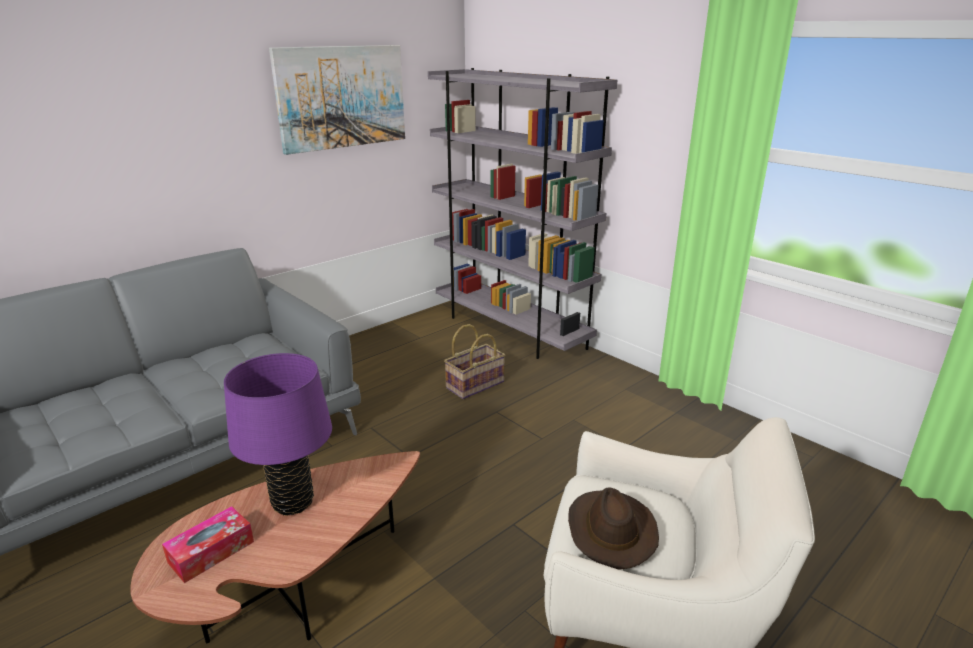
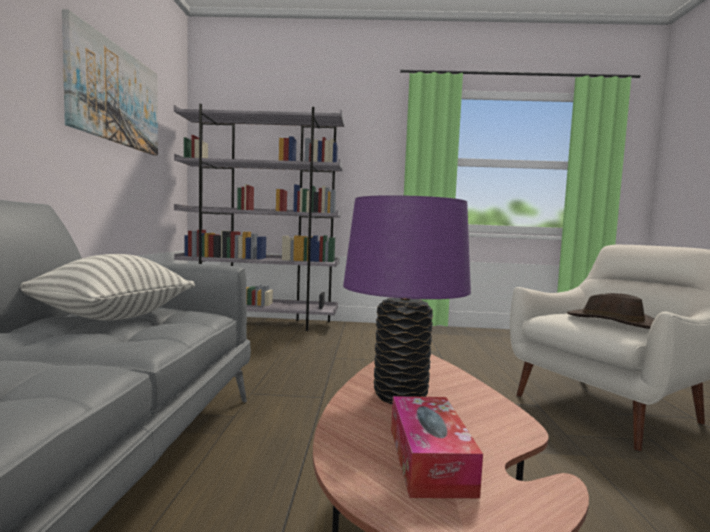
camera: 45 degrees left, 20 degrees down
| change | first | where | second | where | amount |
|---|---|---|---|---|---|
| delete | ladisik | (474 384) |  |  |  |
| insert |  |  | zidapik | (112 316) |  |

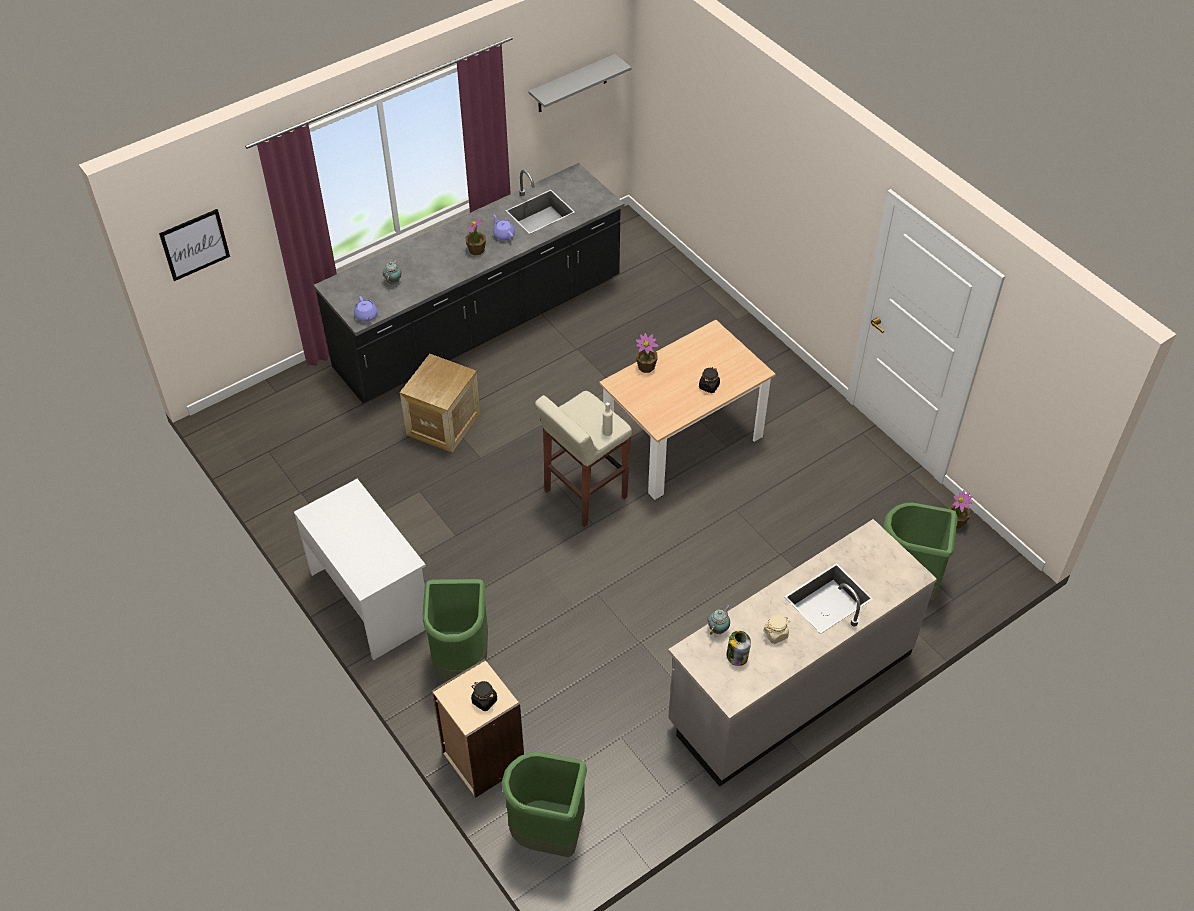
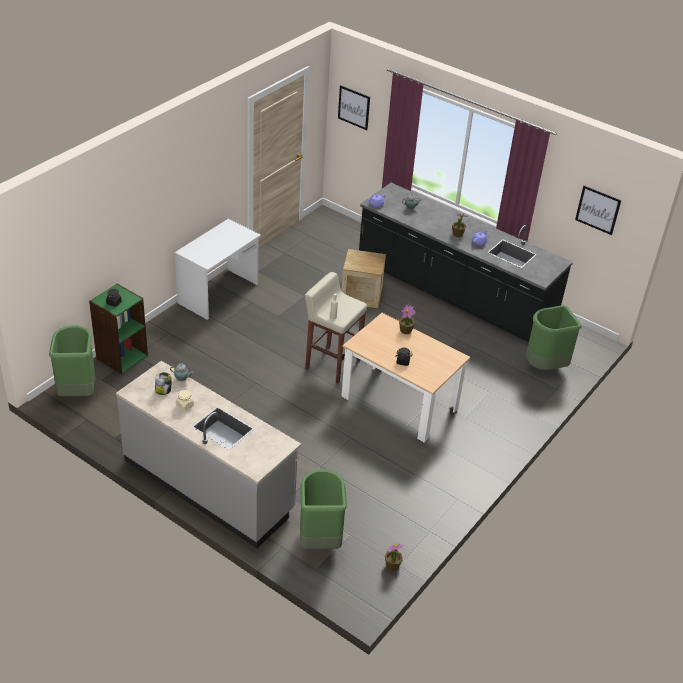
camera: 70 degrees right, 10 degrees down
| change | first | where | second | where | amount |
|---|---|---|---|---|---|
| replace | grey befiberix | (572 84) | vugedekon | (598 210) |  |
| move | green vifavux | (461 662) |  | (545 366) |  |
| recolor | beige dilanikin | (482 759) | green dilanikin | (121 356) |  |

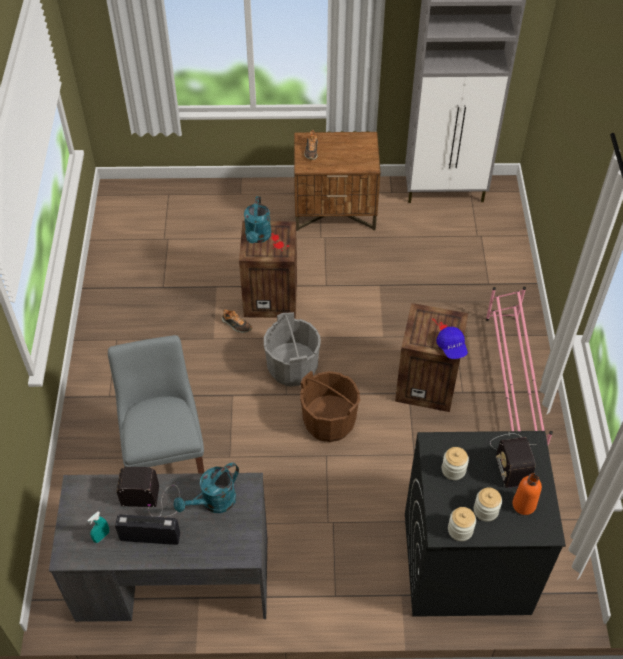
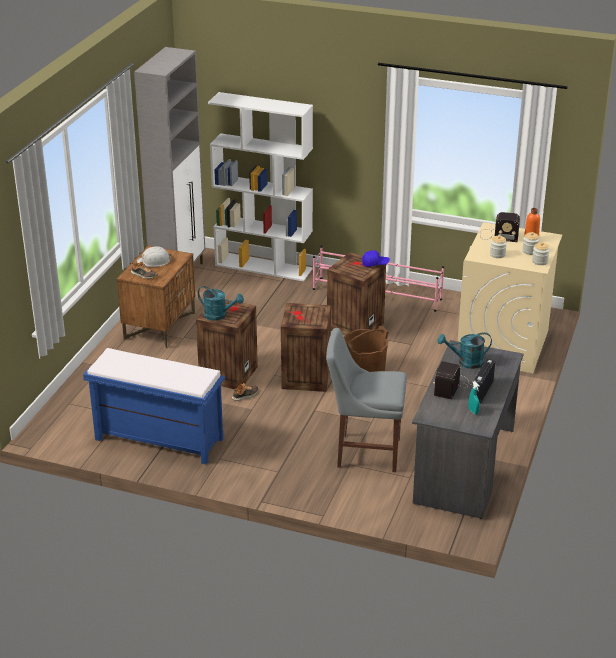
camera: 70 degrees left, 20 degrees down
| change | first | where | second | where | amount |
|---|---|---|---|---|---|
| replace | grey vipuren | (292 367) | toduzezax | (305 378) |  |
| recolor | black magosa | (465 563) | beige magosa | (503 345) |  |
| rotate | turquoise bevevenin | (213 502) |  | (465 362) | 105 degrees clockwise |
| insert |  |  | white dilanikin | (264 267) |  |
| insert |  |  | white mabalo | (154 261) |  |
| insert |  |  | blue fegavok | (157 439) |  |

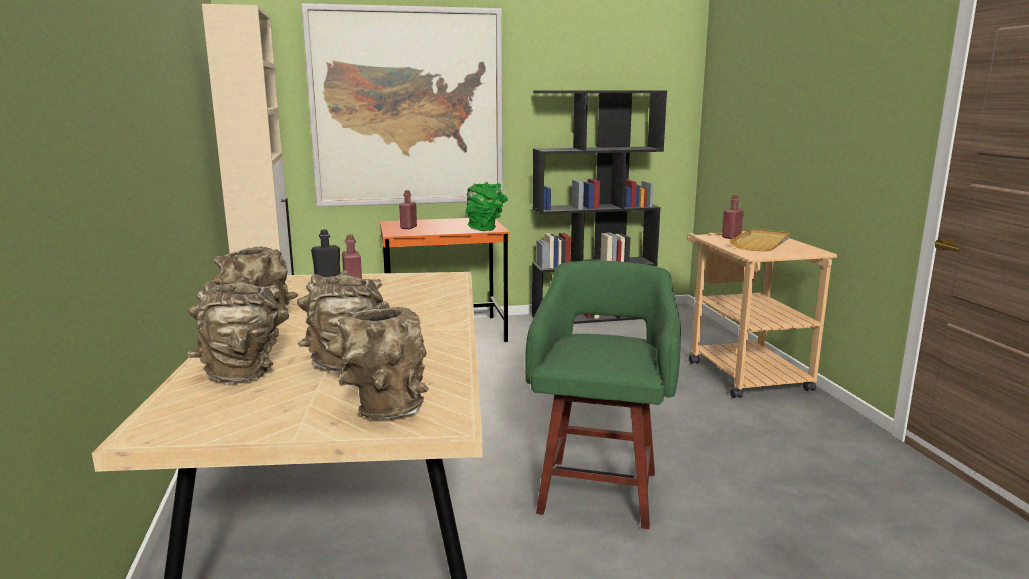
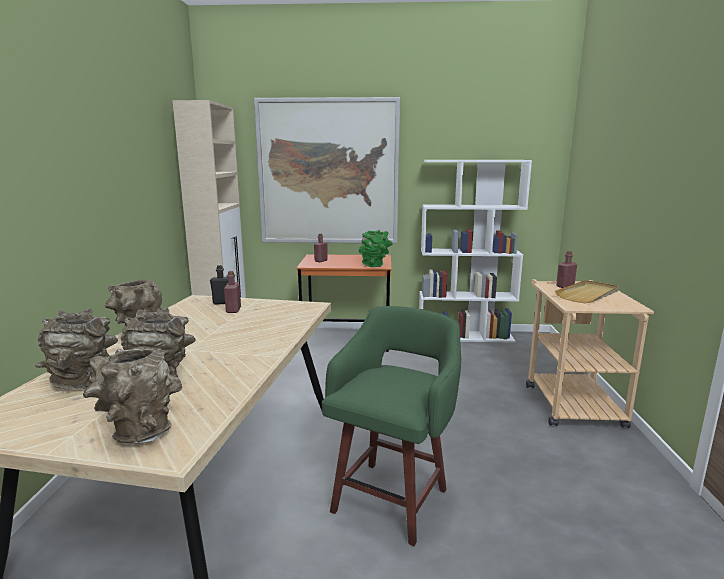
camera: 15 degrees right, 0 degrees up
| change | first | where | second | where | amount |
|---|---|---|---|---|---|
| recolor | black dilanikin | (593 316) | white dilanikin | (465 336) |  |

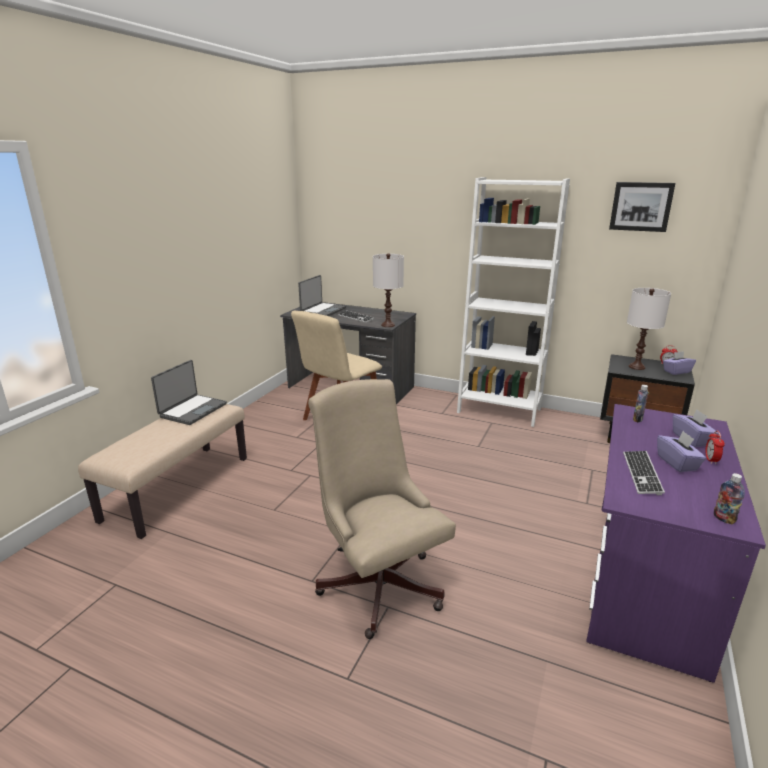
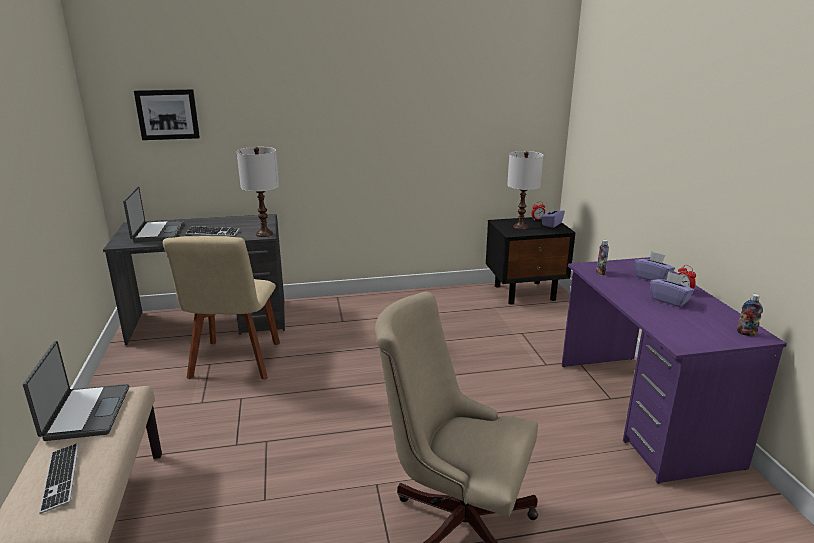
camera: 35 degrees left, 0 degrees up
| change | first | where | second | where | amount |
|---|---|---|---|---|---|
| delete | white dilanikin | (499 410) |  |  |  |
| move | vugedekon | (641 206) |  | (167 114) |  |
| move | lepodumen | (641 473) |  | (61 478) |  |

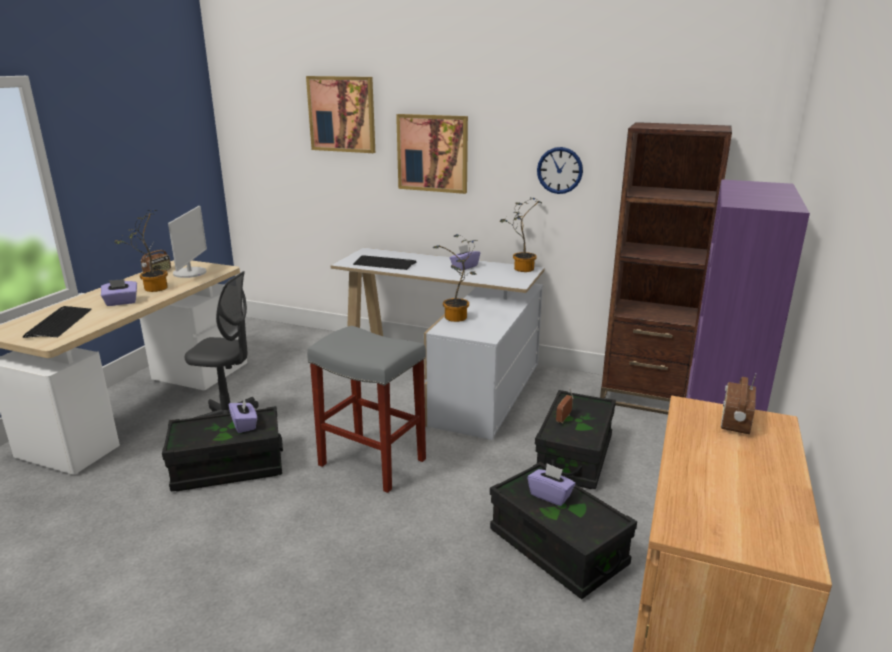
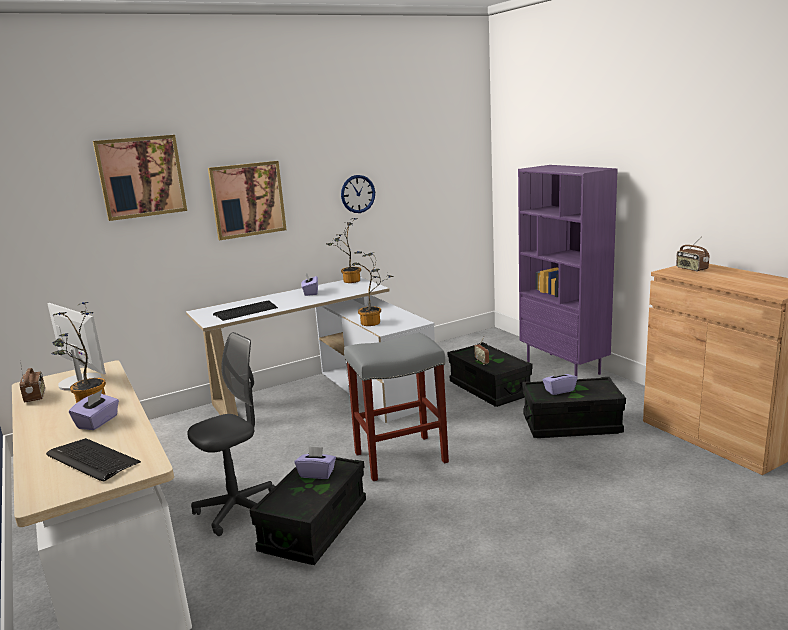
camera: 50 degrees left, 5 degrees down
| change | first | where | second | where | amount |
|---|---|---|---|---|---|
| delete | brown dilanikin | (644 397) |  |  |  |

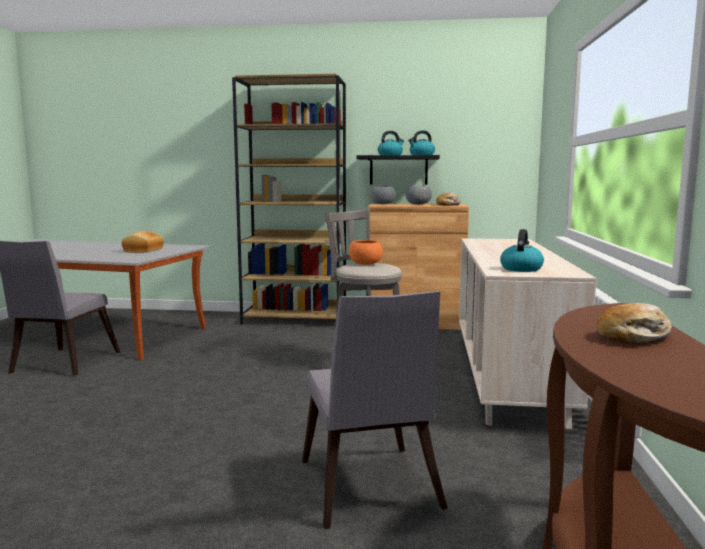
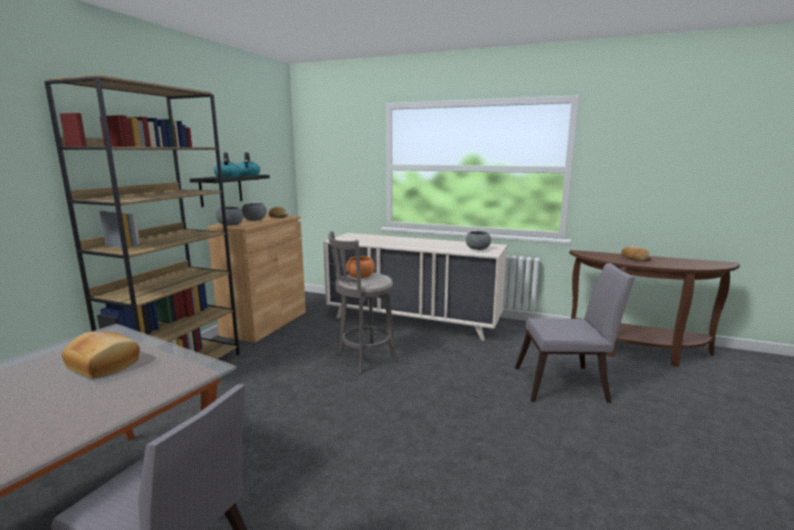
camera: 75 degrees left, 5 degrees up
| change | first | where | second | where | amount |
|---|---|---|---|---|---|
| replace | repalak | (521 269) | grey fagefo | (477 249) |  |

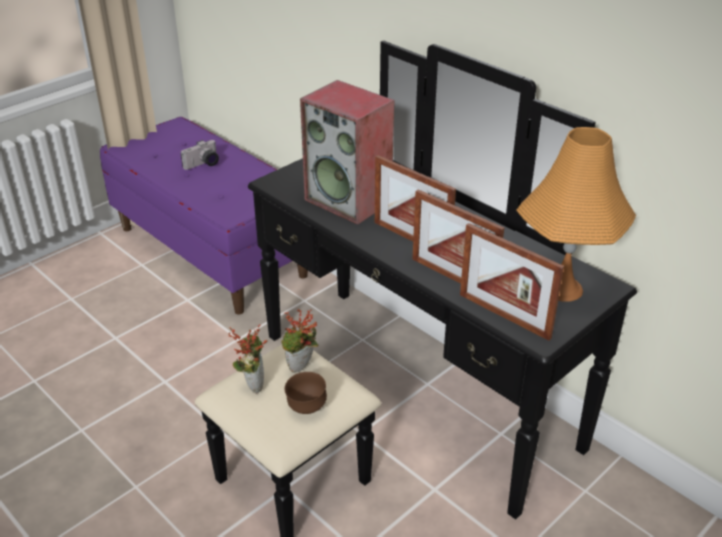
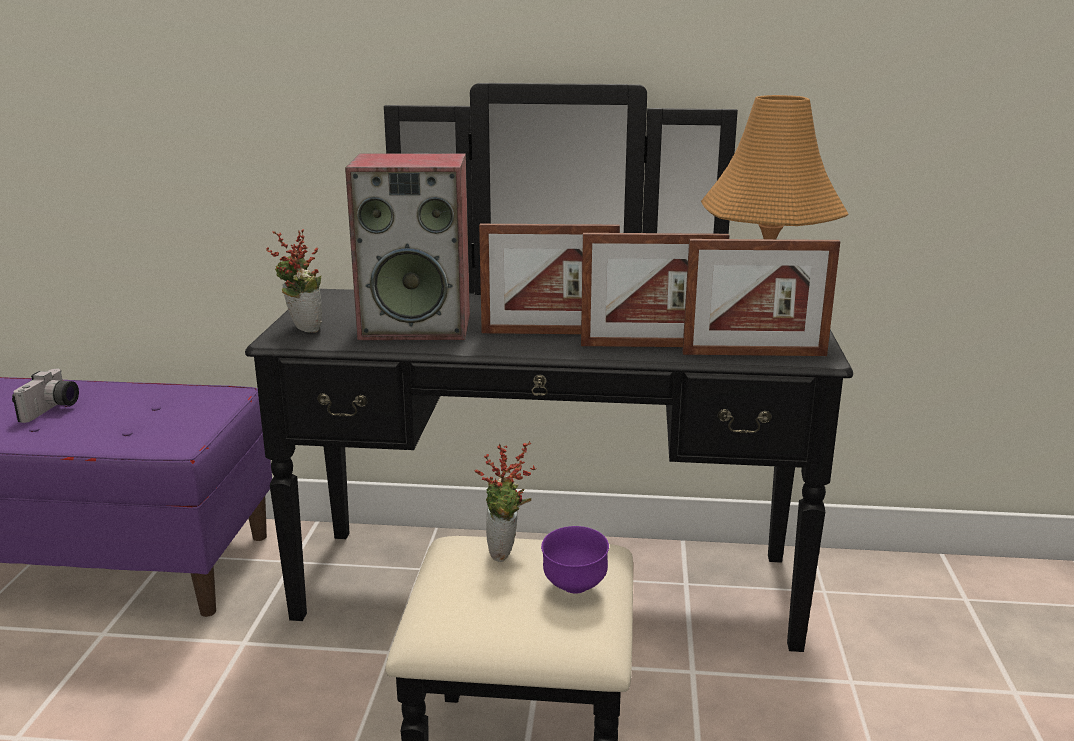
camera: 40 degrees left, 15 degrees down
| change | first | where | second | where | amount |
|---|---|---|---|---|---|
| move | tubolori | (252 384) |  | (301 329) |  |
| recolor | brown fagefo | (306 408) | purple fagefo | (574 588) |  |

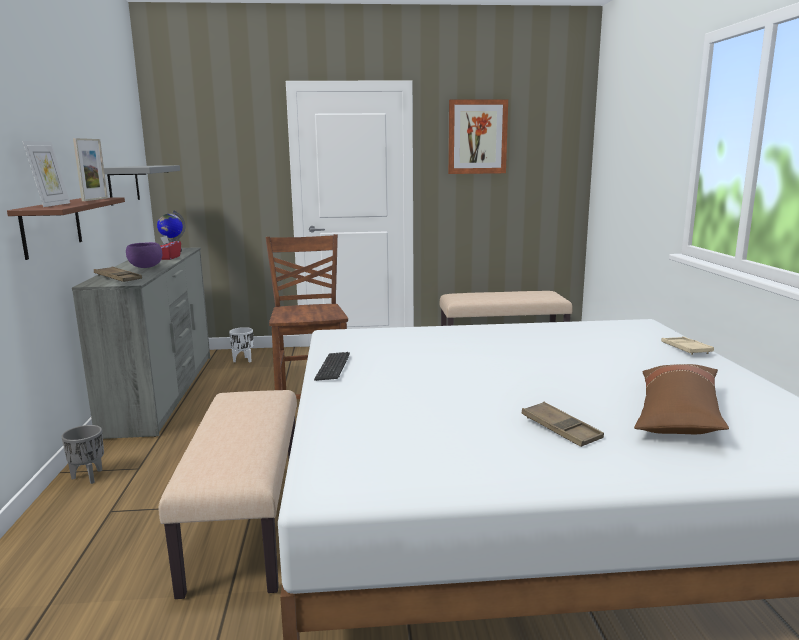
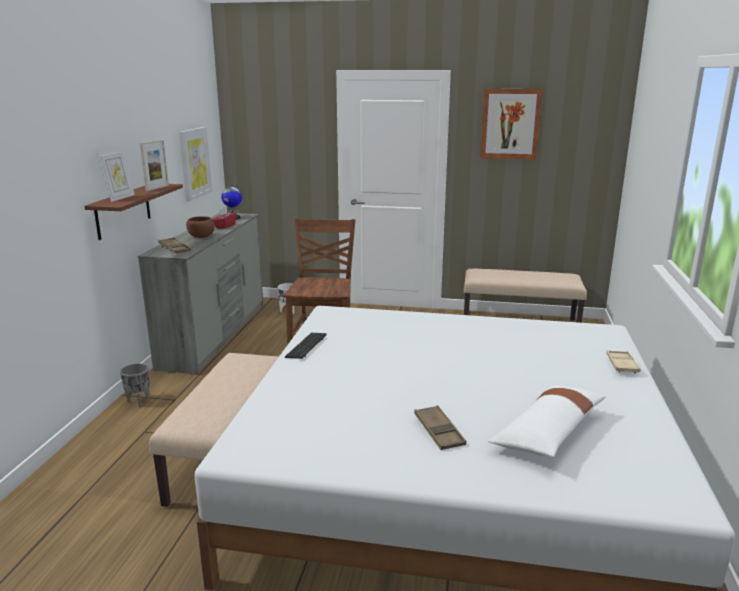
camera: 15 degrees right, 5 degrees up
| change | first | where | second | where | amount |
|---|---|---|---|---|---|
| replace | grey befiberix | (123 184) | vugedekon | (195 163) |  |
| recolor | purple fagefo | (145 267) | brown fagefo | (201 237) |  |
| recolor | brown zidapik | (677 414) | white zidapik | (548 432) |  |

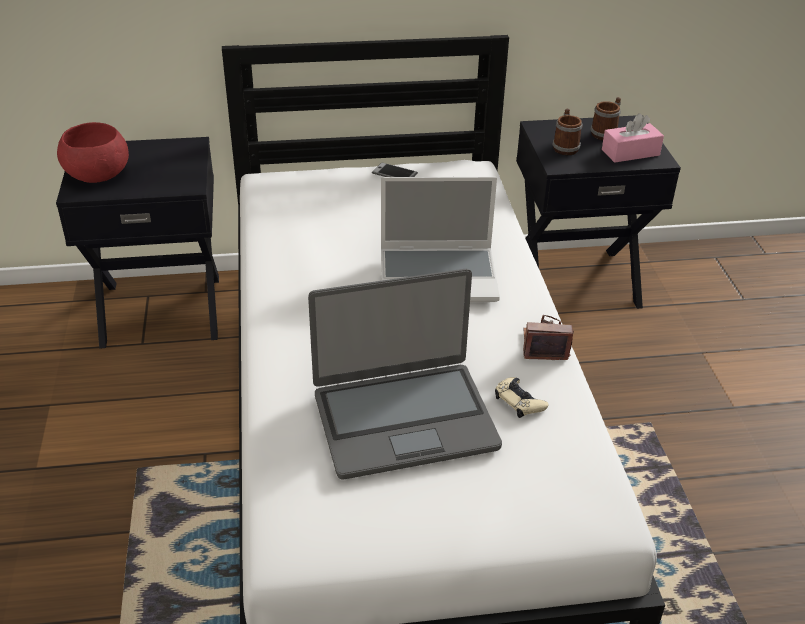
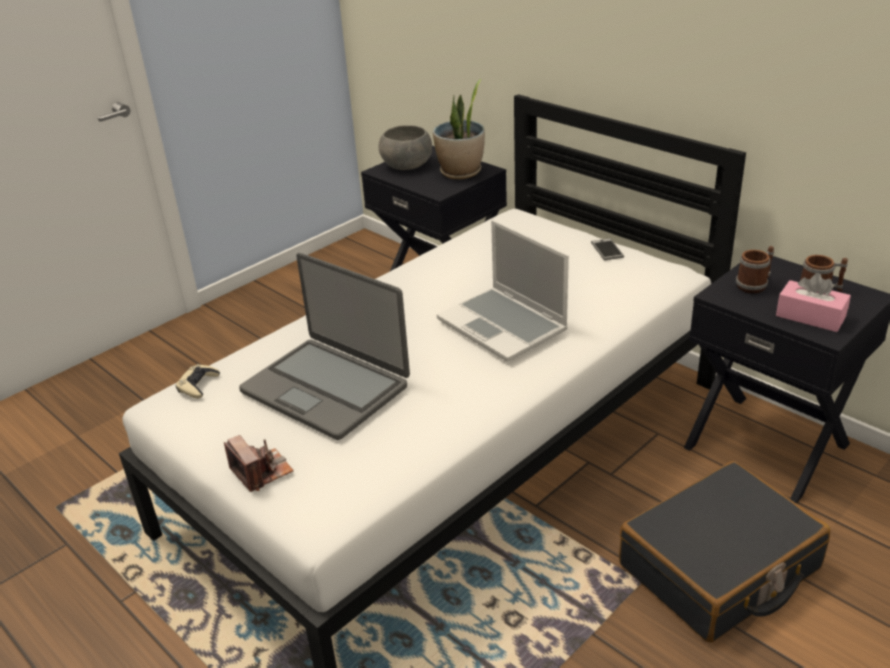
camera: 55 degrees right, 5 degrees down
| change | first | where | second | where | amount |
|---|---|---|---|---|---|
| recolor | red fagefo | (98 174) | grey fagefo | (407 165) |  |
| move | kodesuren | (544 346) |  | (261 471) |  |
| move | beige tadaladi | (519 401) |  | (198 385) |  |
| insert |  |  | tubolori | (461 172) |  |
| insert |  |  | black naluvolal | (719 568) |  |

